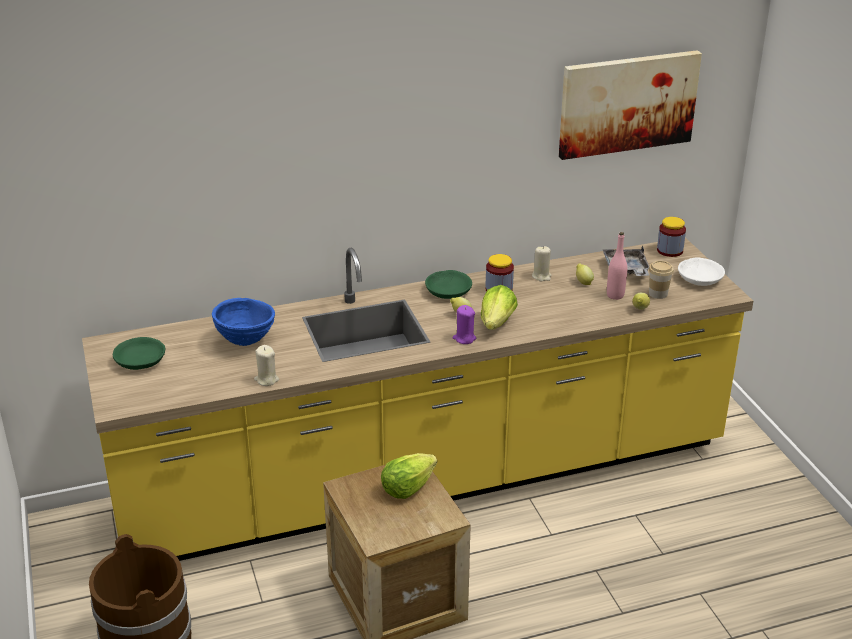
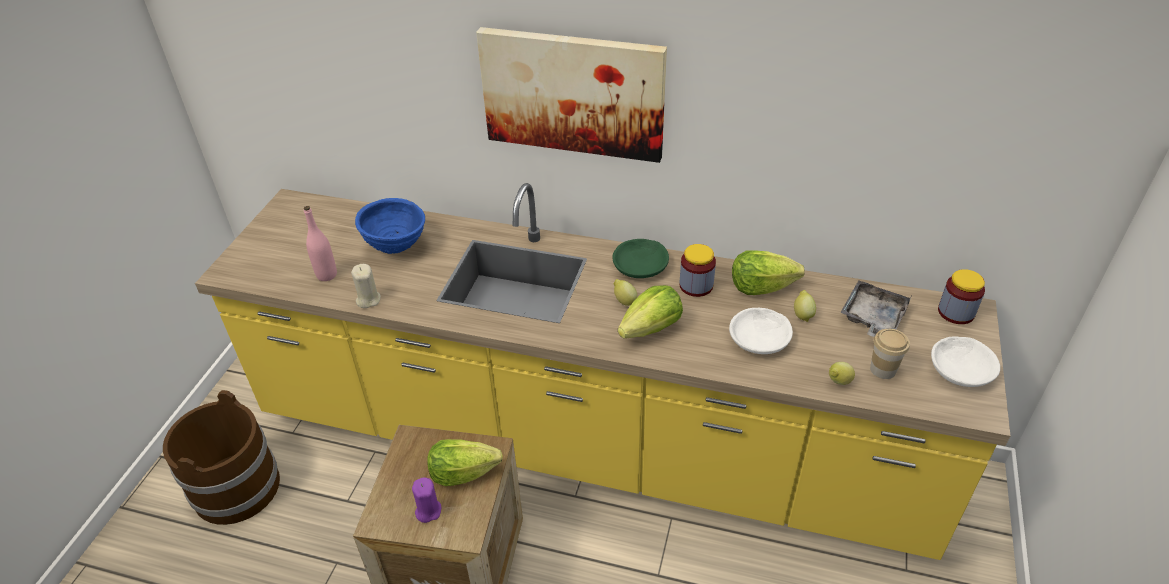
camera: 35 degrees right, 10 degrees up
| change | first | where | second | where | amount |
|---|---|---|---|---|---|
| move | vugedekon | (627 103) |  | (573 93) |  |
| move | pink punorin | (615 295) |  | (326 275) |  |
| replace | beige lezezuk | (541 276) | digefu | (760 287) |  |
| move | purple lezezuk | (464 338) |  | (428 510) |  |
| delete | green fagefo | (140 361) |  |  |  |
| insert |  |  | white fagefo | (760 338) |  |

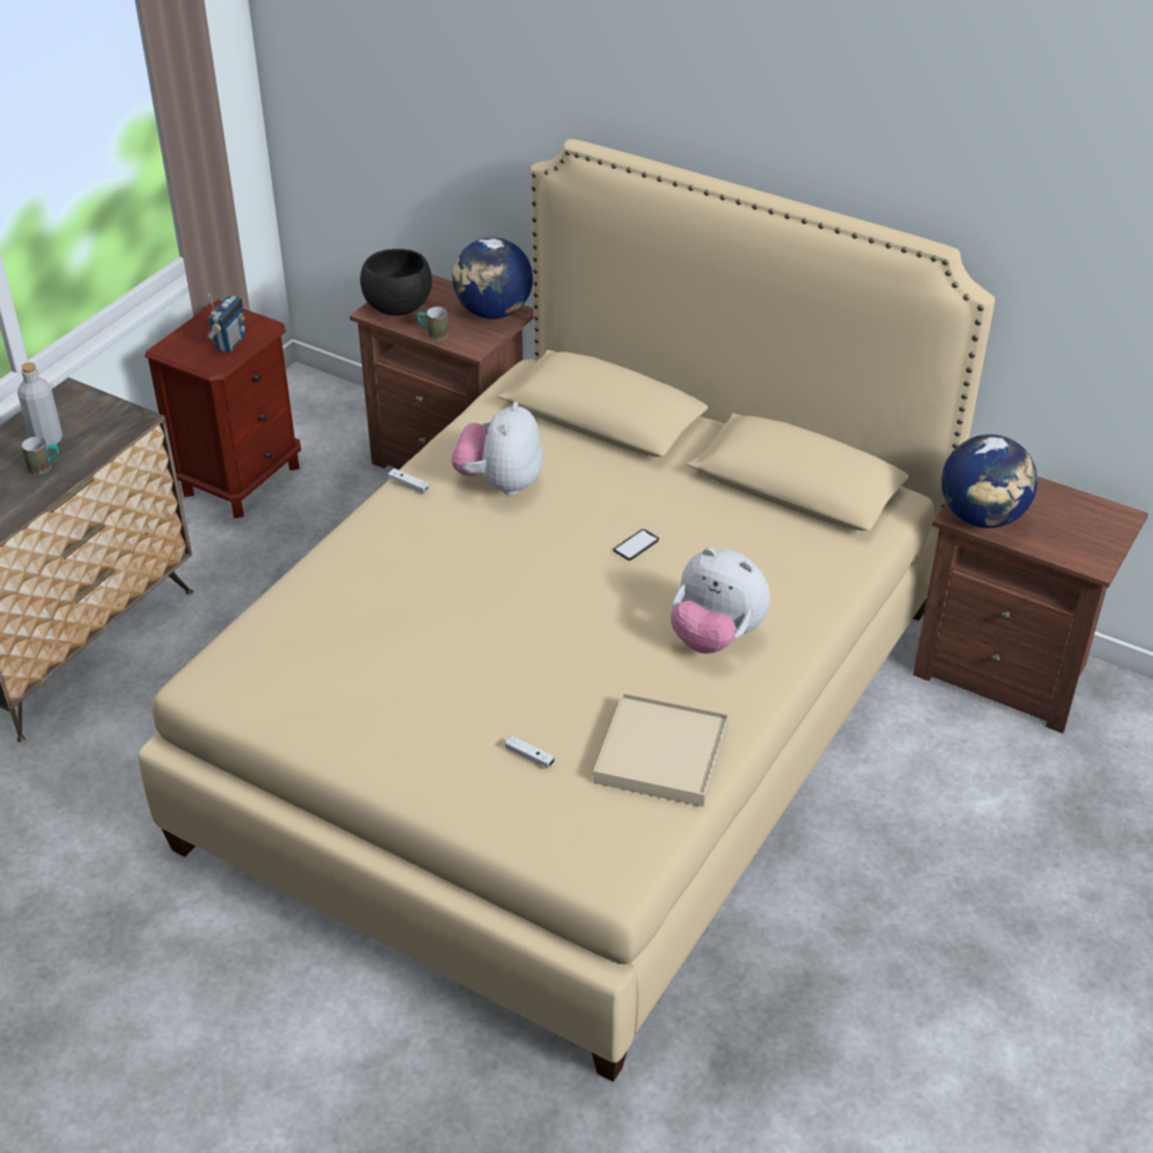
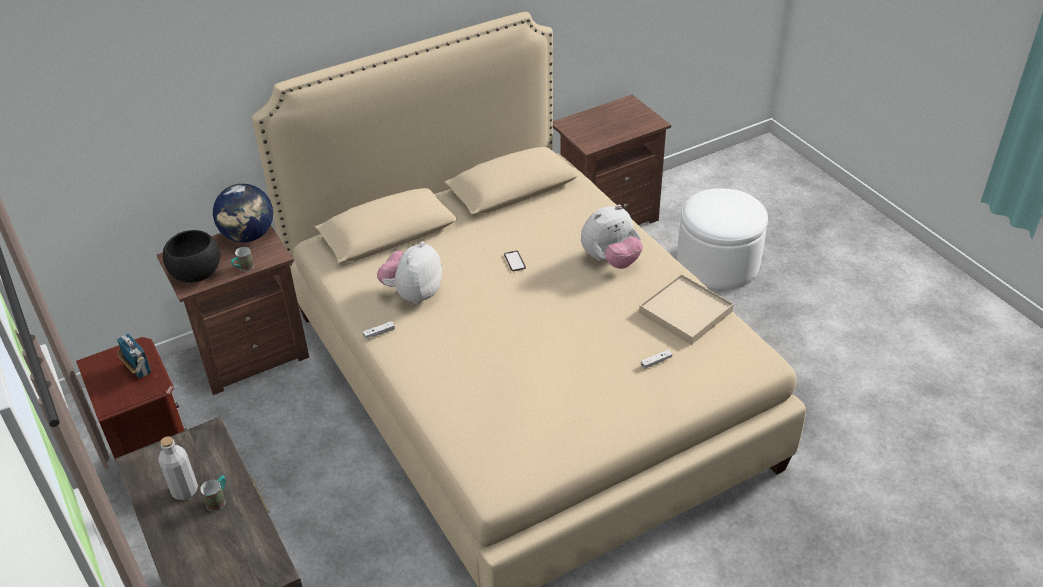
camera: 60 degrees left, 0 degrees up
| change | first | where | second | where | amount |
|---|---|---|---|---|---|
| rotate | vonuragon | (500 483) |  | (413 294) | 75 degrees clockwise |
| delete | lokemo | (982 517) |  |  |  |
| insert |  |  | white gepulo | (718 263) |  |

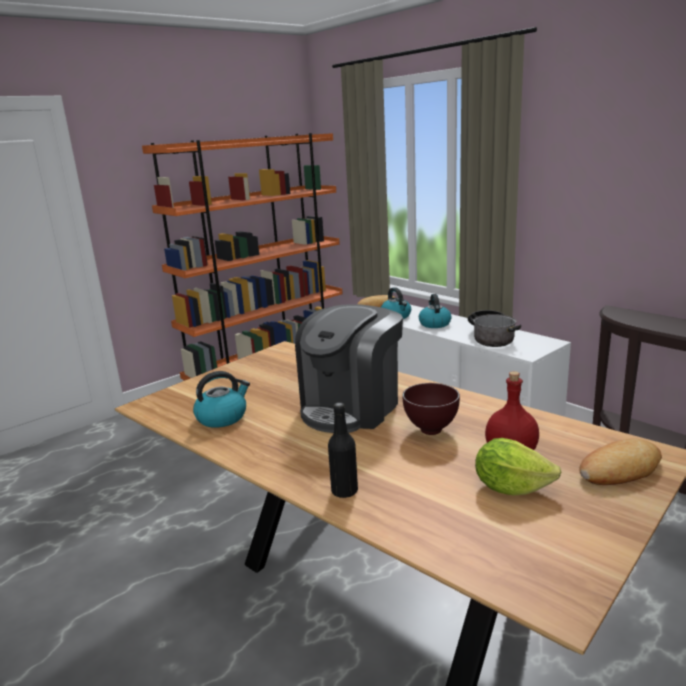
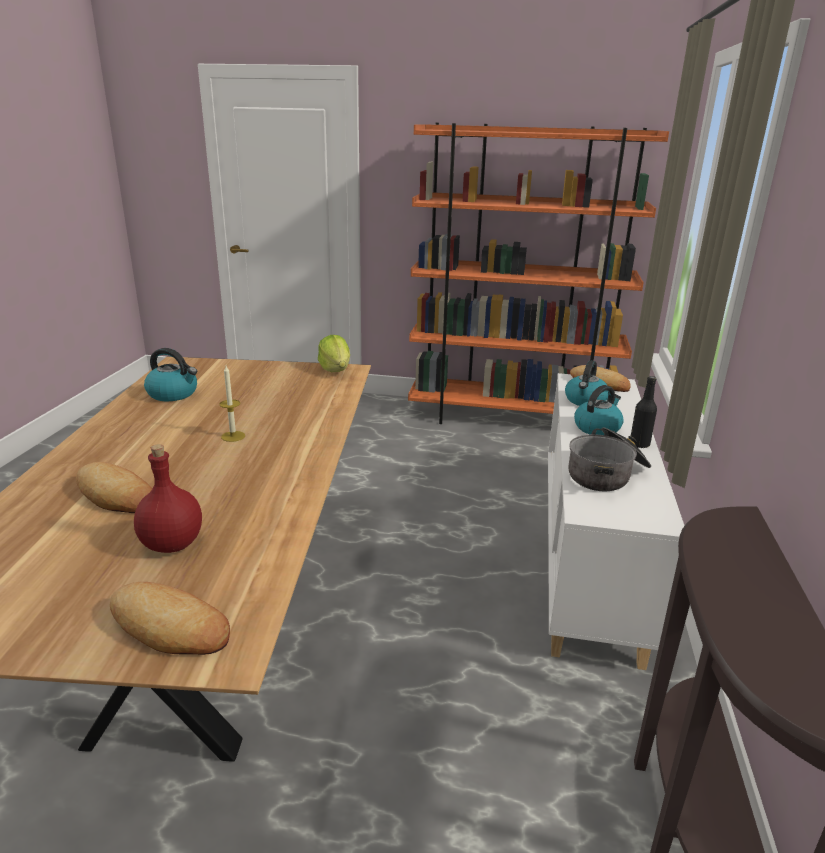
camera: 50 degrees right, 5 degrees up
| change | first | where | second | where | amount |
|---|---|---|---|---|---|
| replace | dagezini | (351 407) | lezezuk | (233 436) |  |
| delete | brown fagefo | (432 431) |  |  |  |
| move | black punorin | (344 491) |  | (639 444) |  |
| move | digefu | (510 487) |  | (335 369) |  |
| insert |  |  | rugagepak | (116 495) |  |

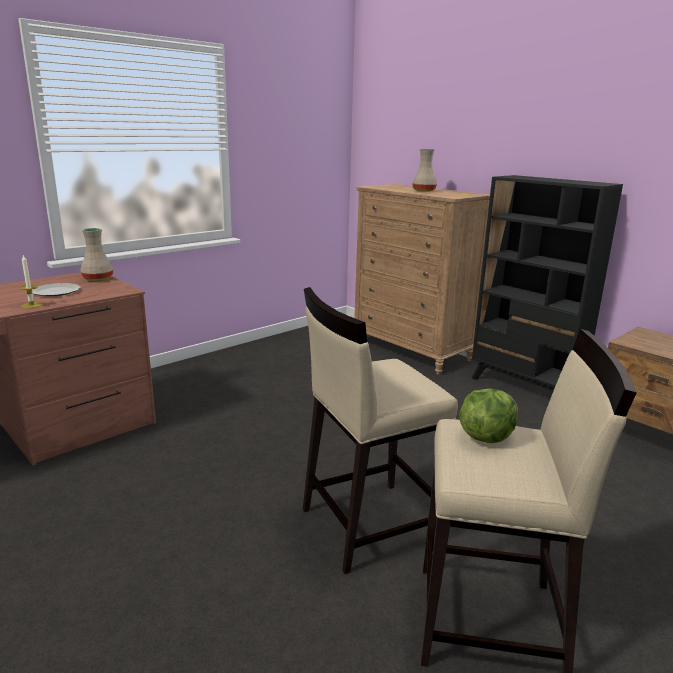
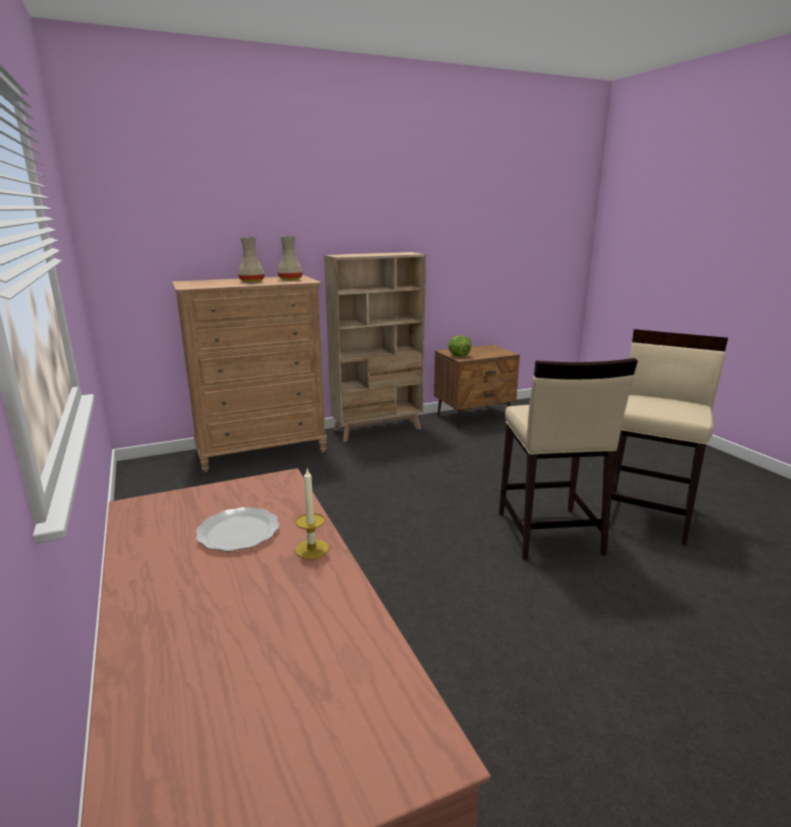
camera: 70 degrees left, 0 degrees up
| change | first | where | second | where | amount |
|---|---|---|---|---|---|
| recolor | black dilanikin | (524 388) | beige dilanikin | (378 429) |  |
| move | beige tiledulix | (97 278) |  | (290 279) |  |
| move | digefu | (486 436) |  | (458 356) |  |

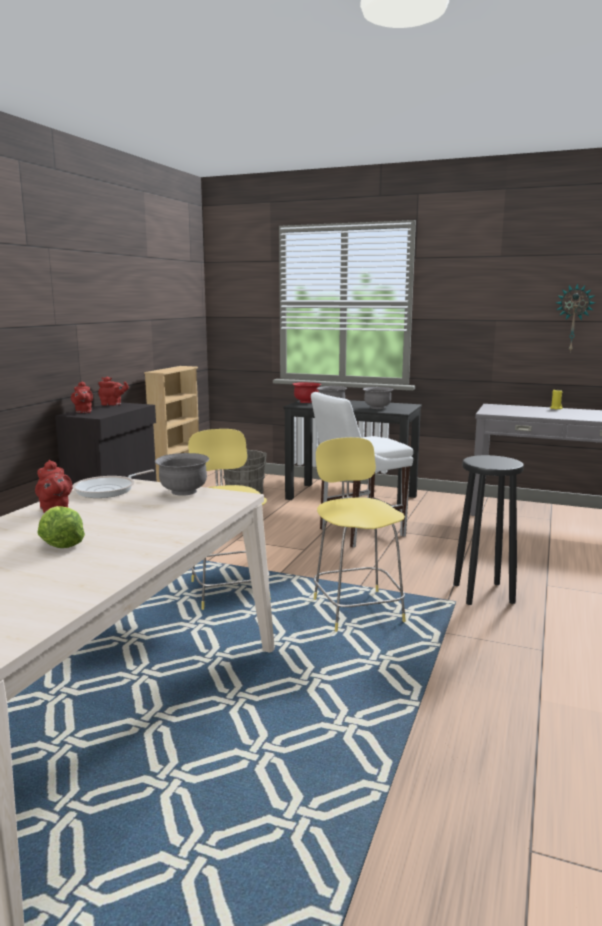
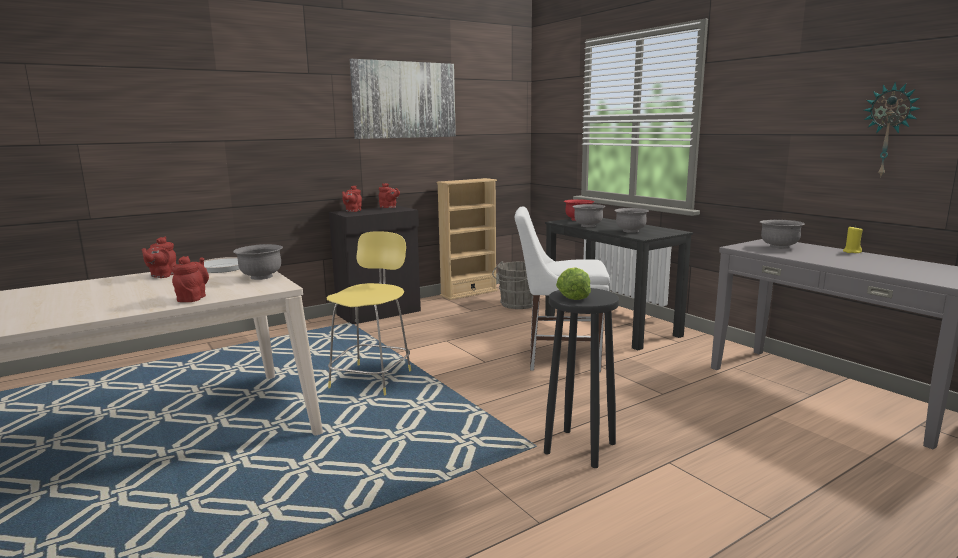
camera: 35 degrees right, 0 degrees up
| change | first | where | second | where | amount |
|---|---|---|---|---|---|
| delete | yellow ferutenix | (356 609) |  |  |  |
| move | digefu | (60 543) |  | (572 296) |  |
| insert |  |  | vugedekon | (404 100) |  |
| insert |  |  | grey fagefo | (779 247) |  |
| insert |  |  | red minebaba | (193 298) |  |

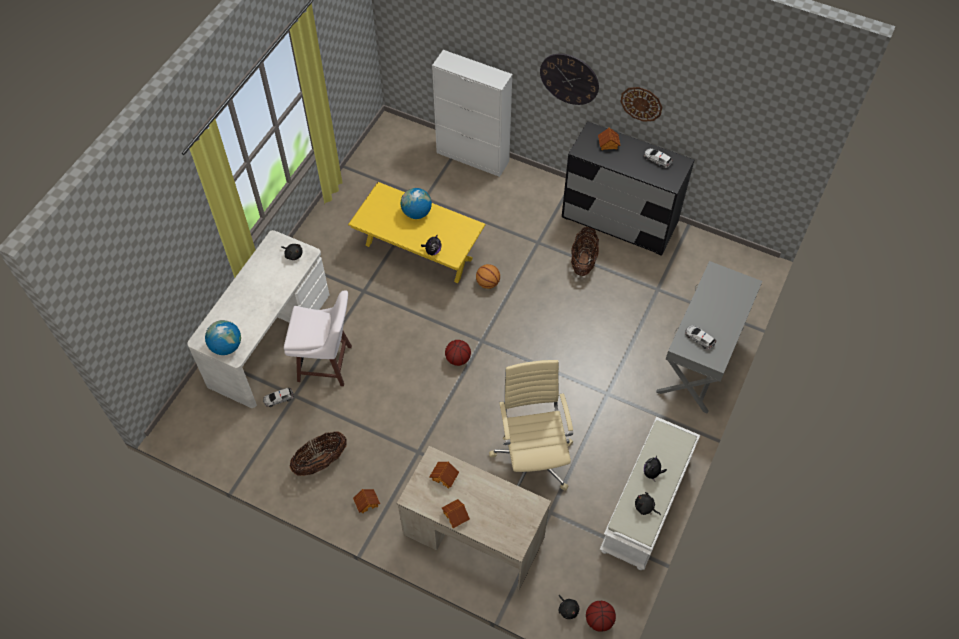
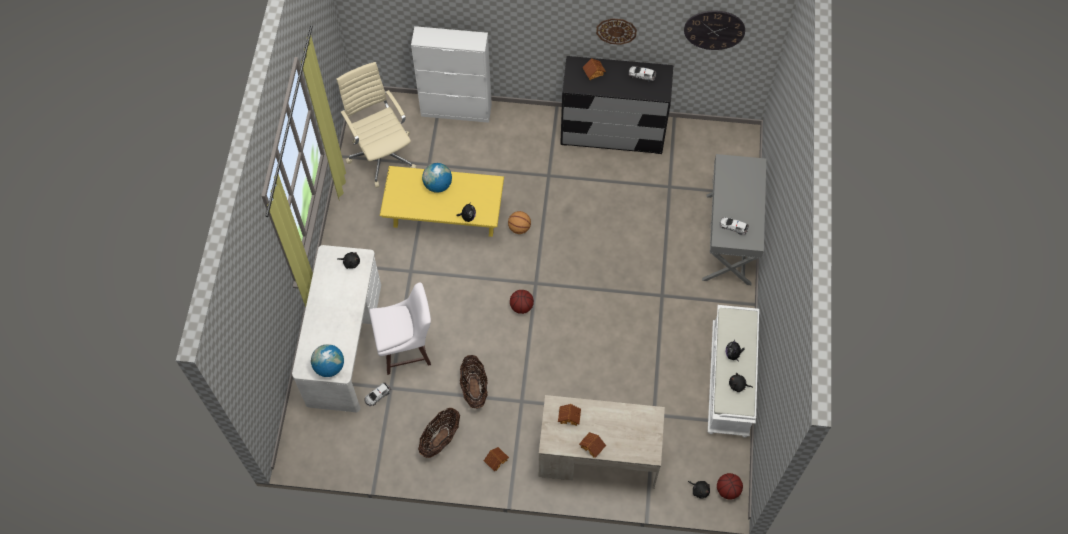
camera: 20 degrees left, 5 degrees up
| change | first | where | second | where | amount |
|---|---|---|---|---|---|
| move | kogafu | (569 79) |  | (714 29) |  |
| move | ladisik | (583 261) |  | (474 388) |  |
| move | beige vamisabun | (533 457) |  | (382 154) |  |

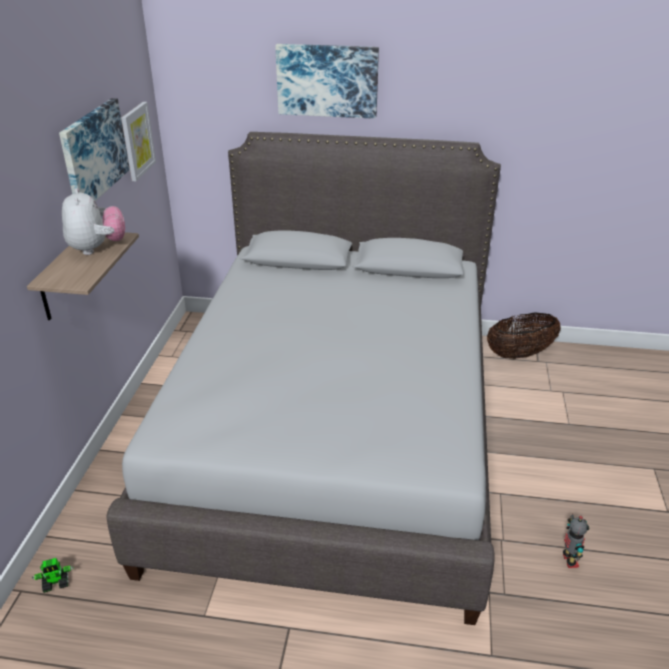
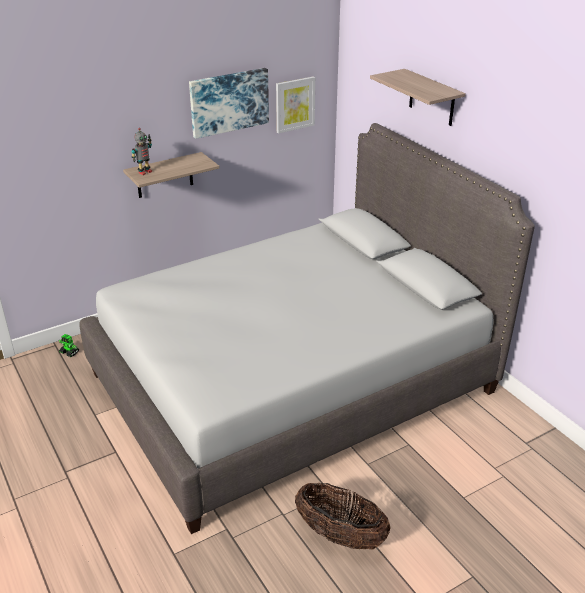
camera: 50 degrees right, 0 degrees up
| change | first | where | second | where | amount |
|---|---|---|---|---|---|
| replace | vugedekon | (327 80) | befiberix | (432 98) |  |
| delete | vonuragon | (97 248) |  |  |  |
| move | ladisik | (519 354) |  | (340 535) |  |
| move | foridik | (569 561) |  | (144 172) |  |

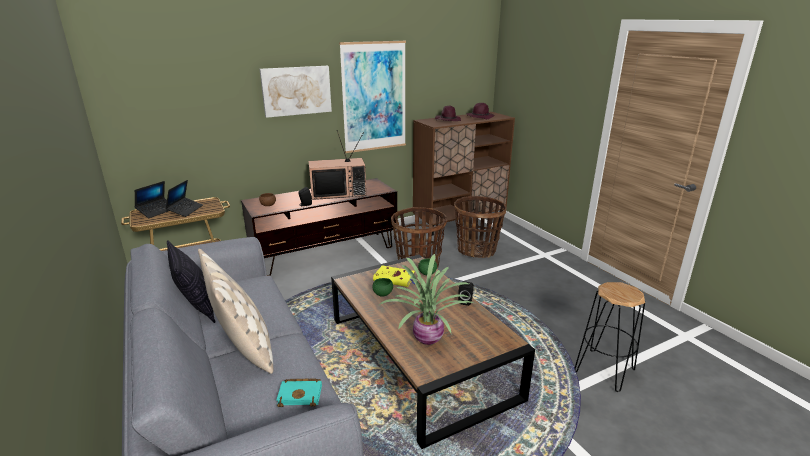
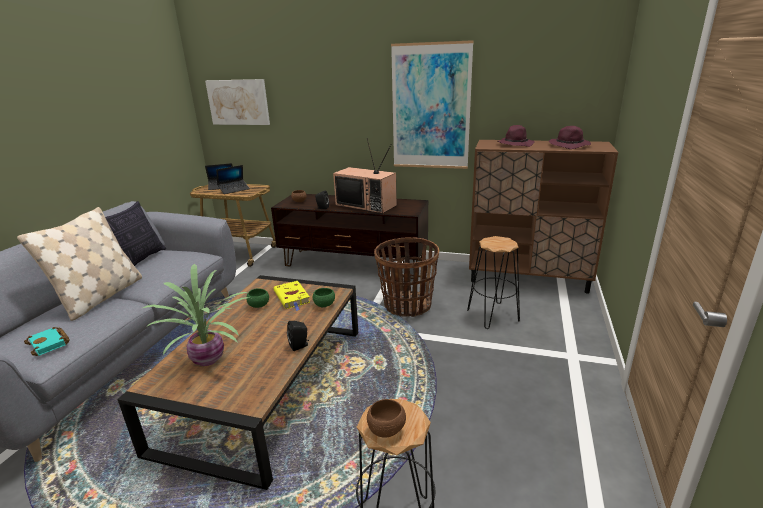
camera: 45 degrees right, 0 degrees up
| change | first | where | second | where | amount |
|---|---|---|---|---|---|
| move | vugedekon | (296 90) |  | (238 102) |  |
| replace | ladisik | (476 250) | black ferutenix | (493 315) |  |
| insert |  |  | brown fagefo | (386 430) |  |

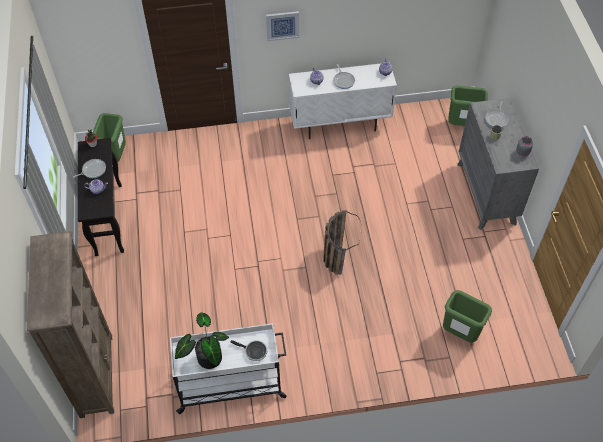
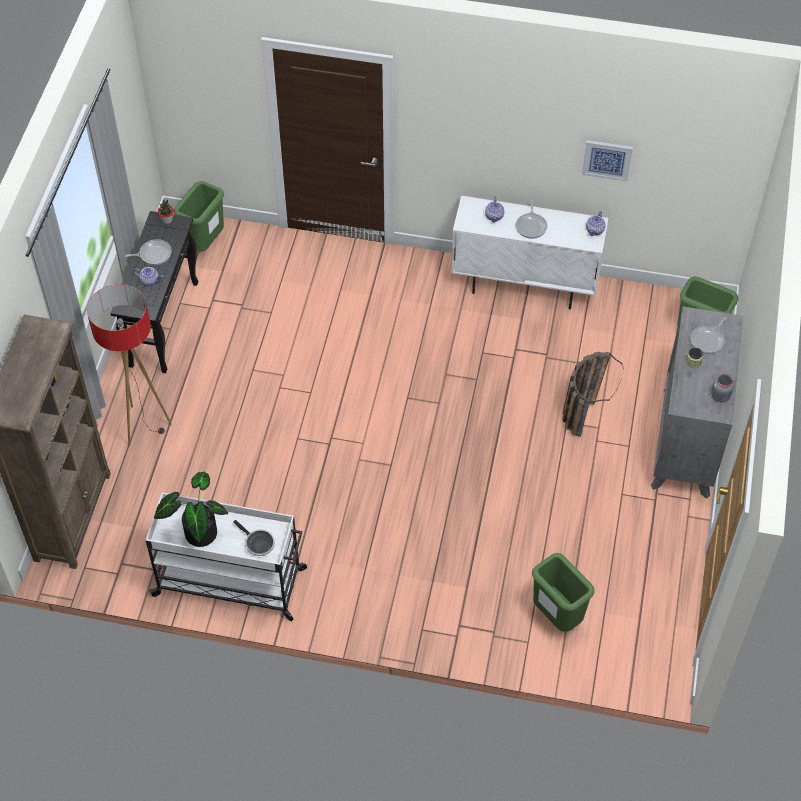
camera: 20 degrees right, 0 degrees up
| change | first | where | second | where | amount |
|---|---|---|---|---|---|
| move | vugedekon | (282 25) |  | (607 159) |  |
| move | ladisik | (336 254) |  | (583 410) |  |
| insert |  |  | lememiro | (144 426) |  |

